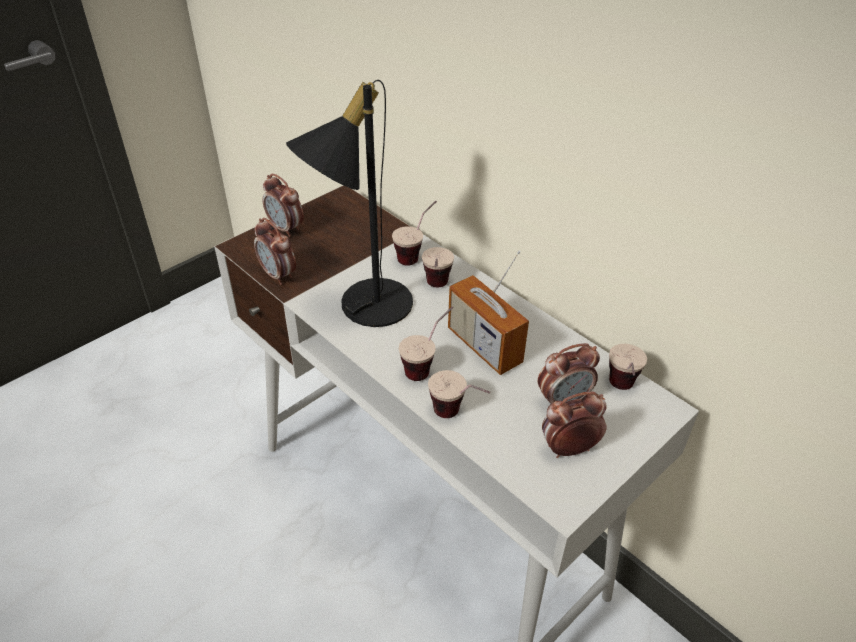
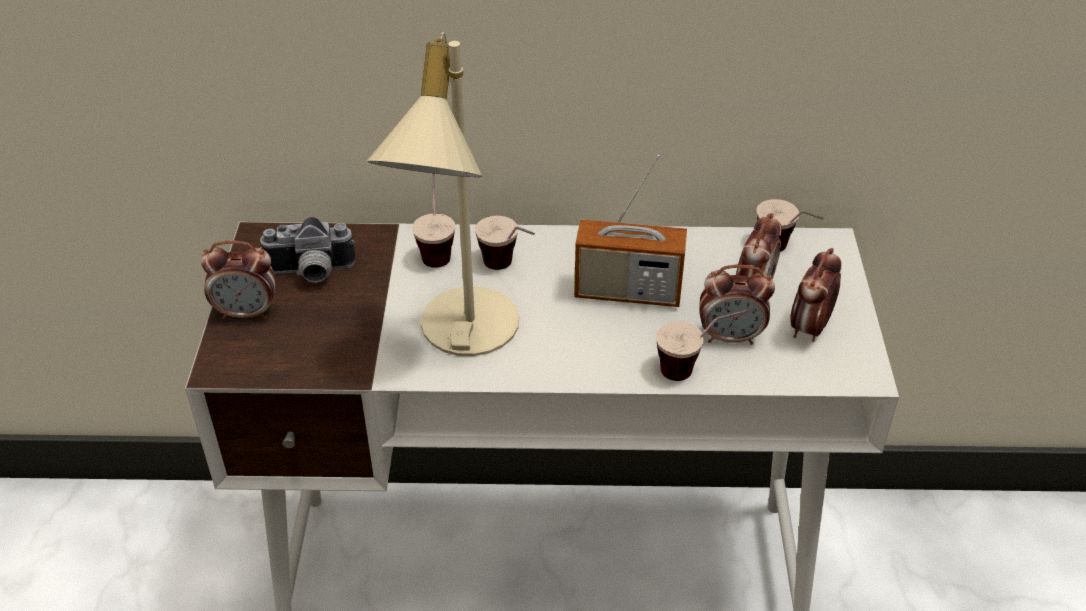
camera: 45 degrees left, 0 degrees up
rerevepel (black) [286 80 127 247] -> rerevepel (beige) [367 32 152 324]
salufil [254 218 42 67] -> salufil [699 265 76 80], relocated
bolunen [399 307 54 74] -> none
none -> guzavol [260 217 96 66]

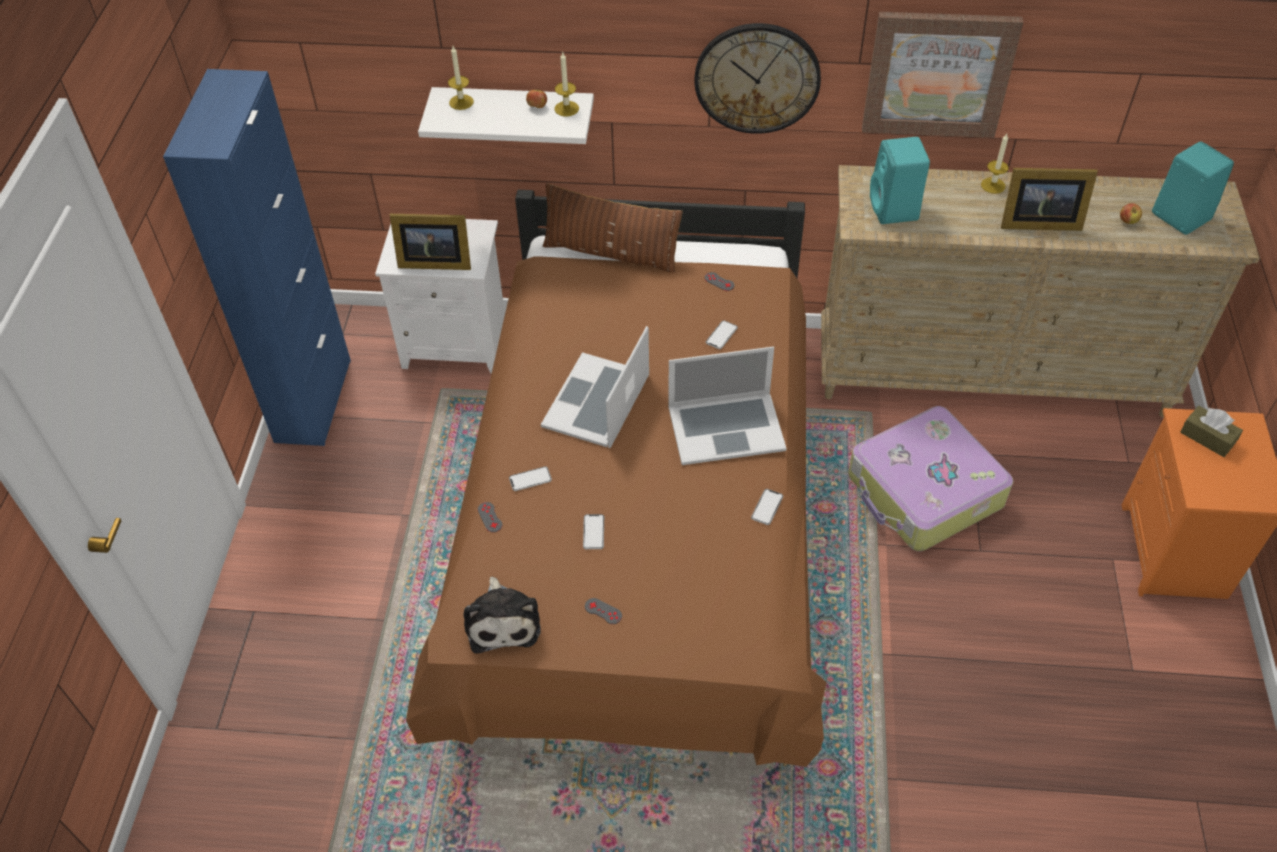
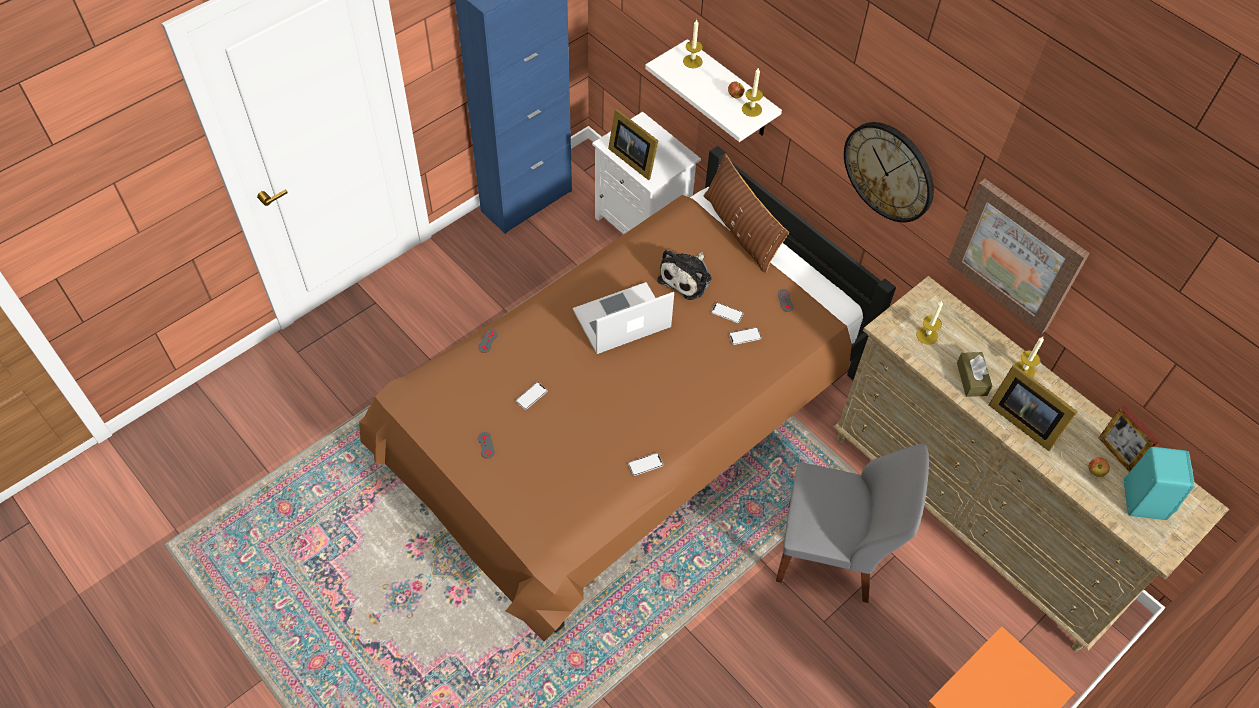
camera: 40 degrees right, 5 degrees up
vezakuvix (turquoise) [870 137 60 87] -> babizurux [916 301 27 44]
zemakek [668 346 119 119] -> none
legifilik [848 406 165 145] -> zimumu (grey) [776 444 153 159]
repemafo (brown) [1180 406 63 51] -> repemafo (brown) [957 352 35 45], relocated
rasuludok [509 466 43 25] -> rasuludok [711 302 33 21], relocated
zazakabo [463 577 78 77] -> zazakabo [657 249 55 51], relocated
none -> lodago [1099 405 60 67]

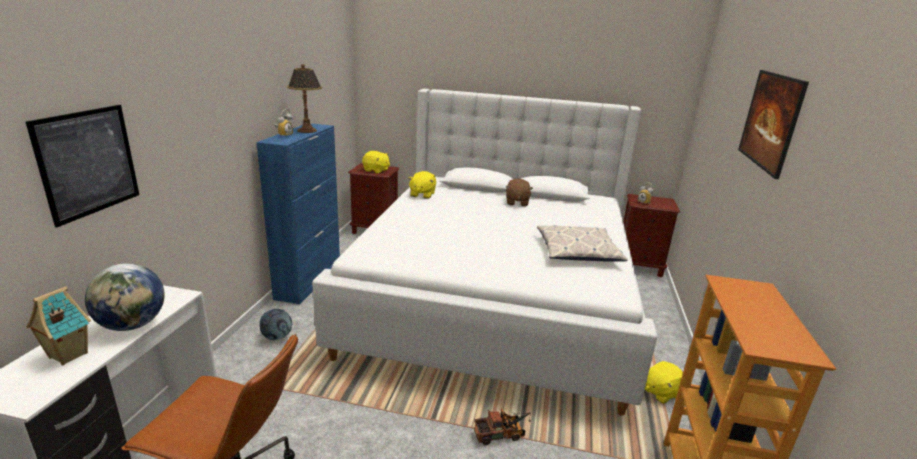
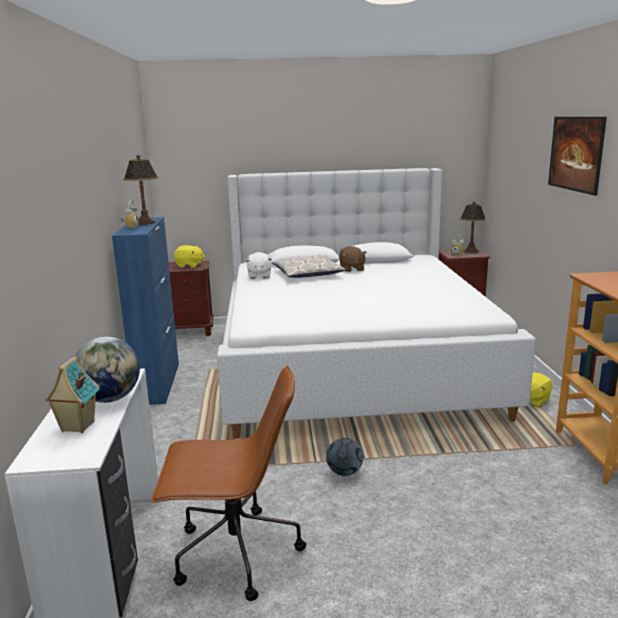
camera: 15 degrees left, 5 degrees down
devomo [26 105 113 122] -> none
zazakabo (yellow) [408 171 28 28] -> zazakabo (white) [245 252 27 27]
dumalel [537 225 91 37] -> dumalel [272 255 74 23], relocated
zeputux [260 309 32 31] -> zeputux [326 438 38 38], relocated
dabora [474 408 57 37] -> none
none -> rerevepel [460 201 26 52]

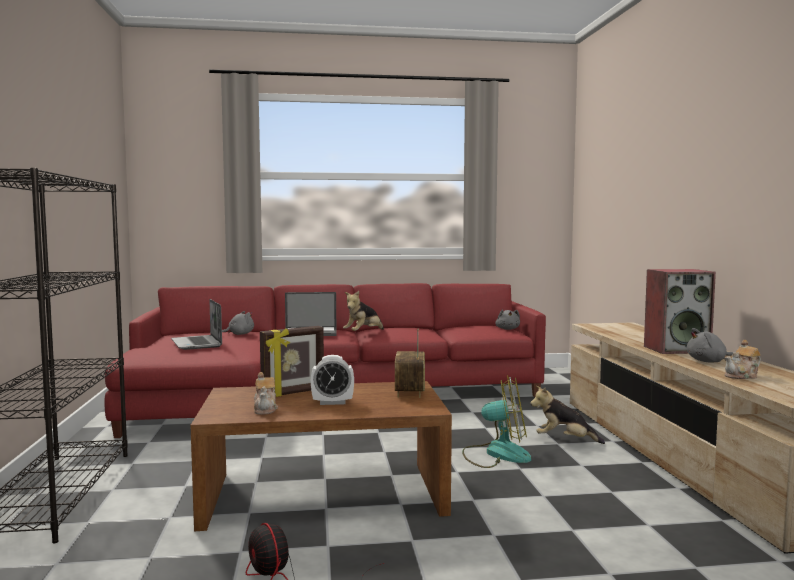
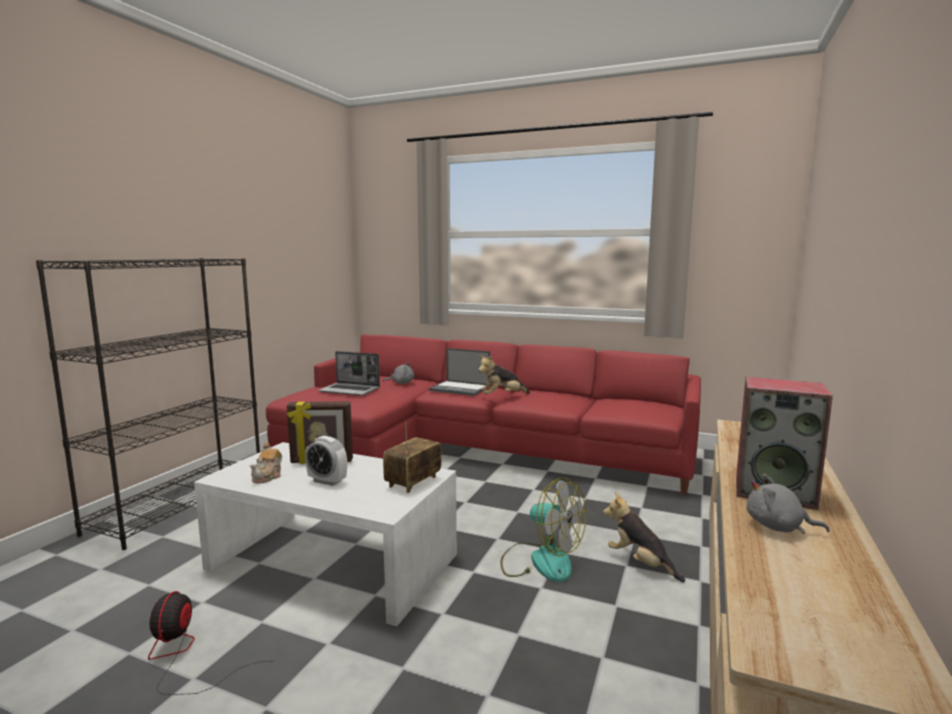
camera: 30 degrees right, 5 degrees up
zemakek [171 299 51 51] -> zemakek [318 351 62 45], 75 degrees counterclockwise
zazakabo (grey) [495 309 25 21] -> none
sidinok [725 340 36 39] -> none
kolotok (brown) [191 381 261 150] -> kolotok (white) [194 442 263 185]

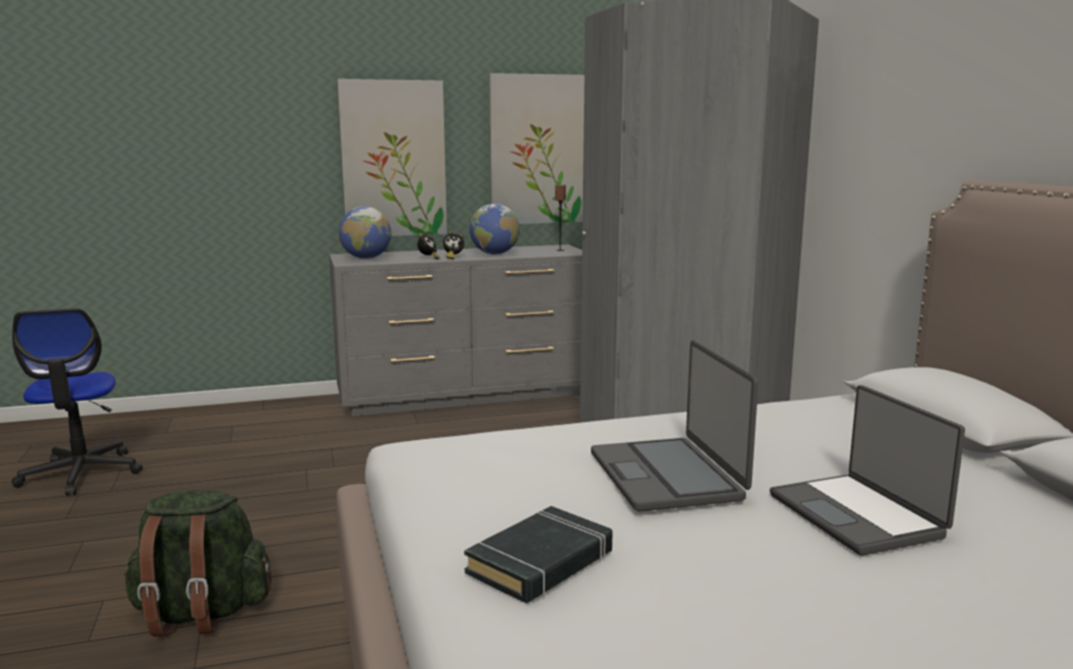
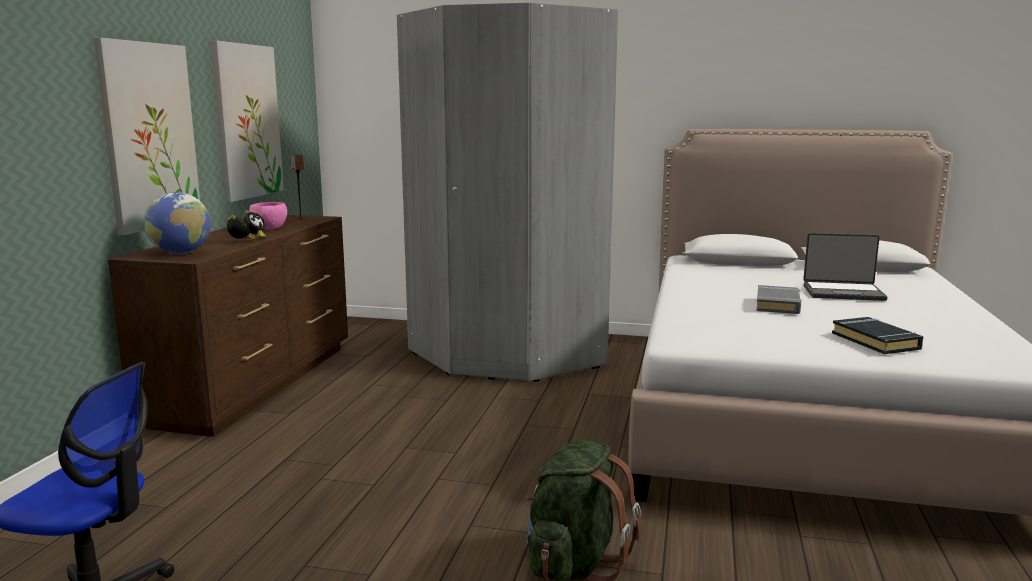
camera: 60 degrees left, 0 degrees up
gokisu [469 204 51 50] -> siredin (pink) [249 202 38 28]
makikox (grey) [329 245 253 171] -> makikox (brown) [108 215 240 222]
zemakek [591 340 167 171] -> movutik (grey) [757 285 45 29]

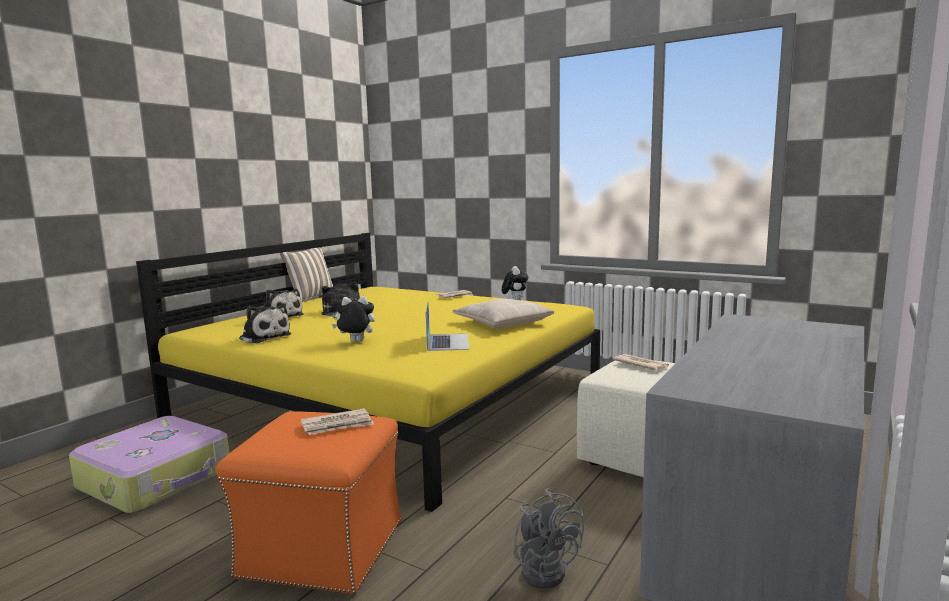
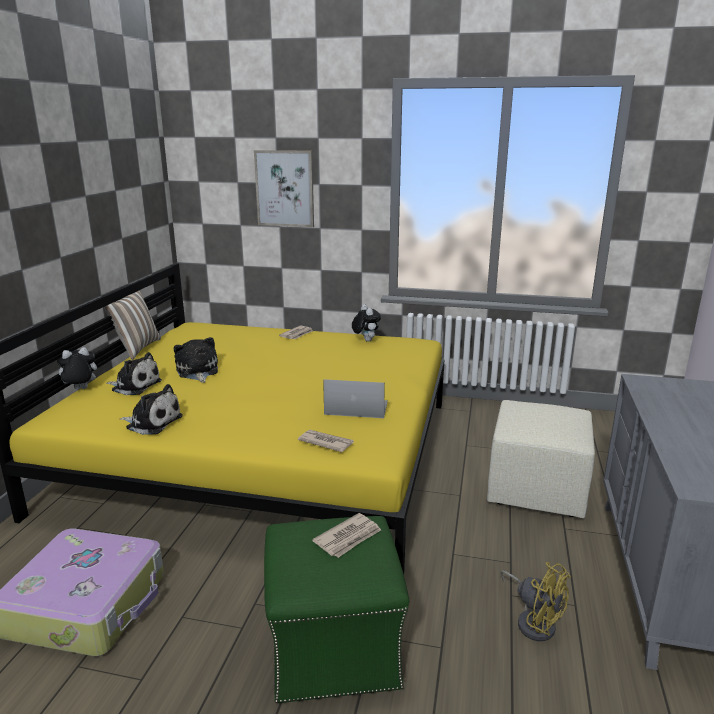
camera: 20 degrees left, 10 degrees up
zazakabo [332 296 43 46] -> zazakabo [57 347 40 43], relocated
dumalel (beige) [453 299 101 30] -> none
zemakek [426 302 43 49] -> zemakek [323 379 65 39], 60 degrees counterclockwise
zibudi [613 354 56 16] -> zibudi [298 429 56 23], relocated
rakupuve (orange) [215 411 186 184] -> rakupuve (green) [264 516 145 187]
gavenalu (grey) [513 488 71 101] -> gavenalu (yellow) [500 562 71 79]
none -> devomo [254 150 60 77]

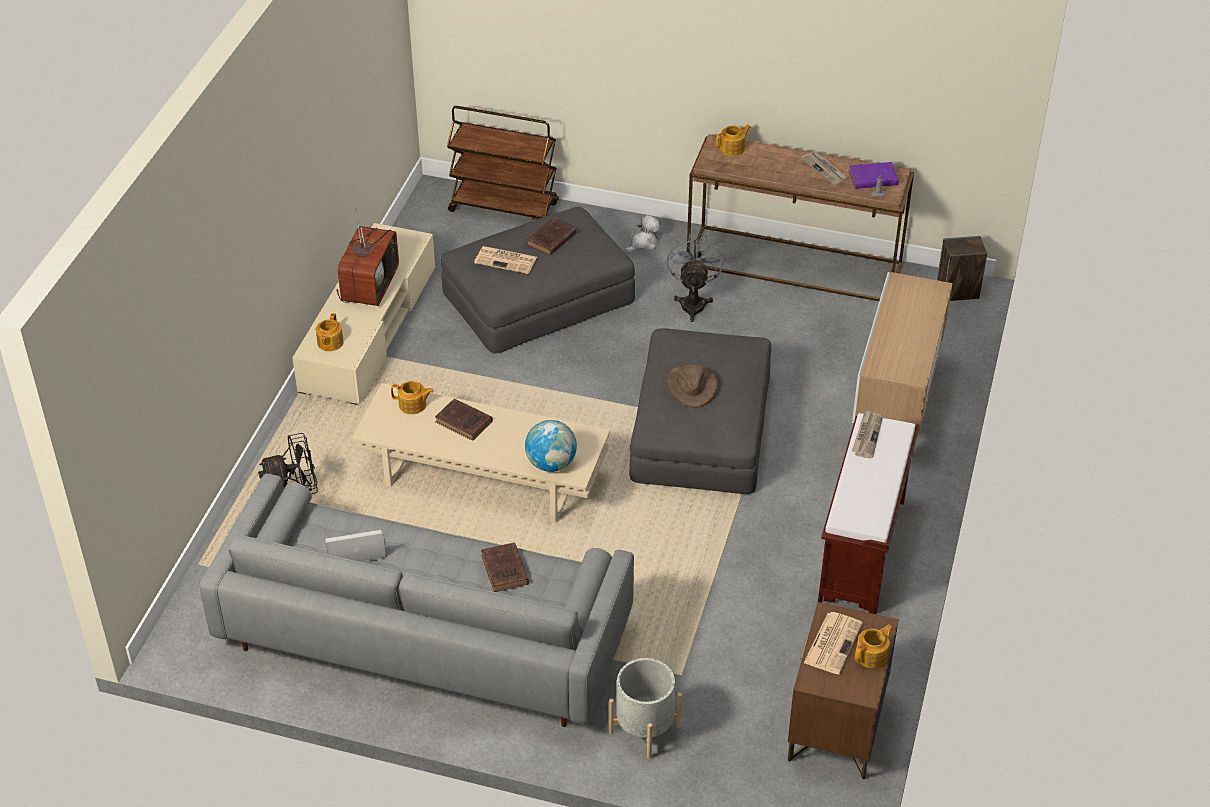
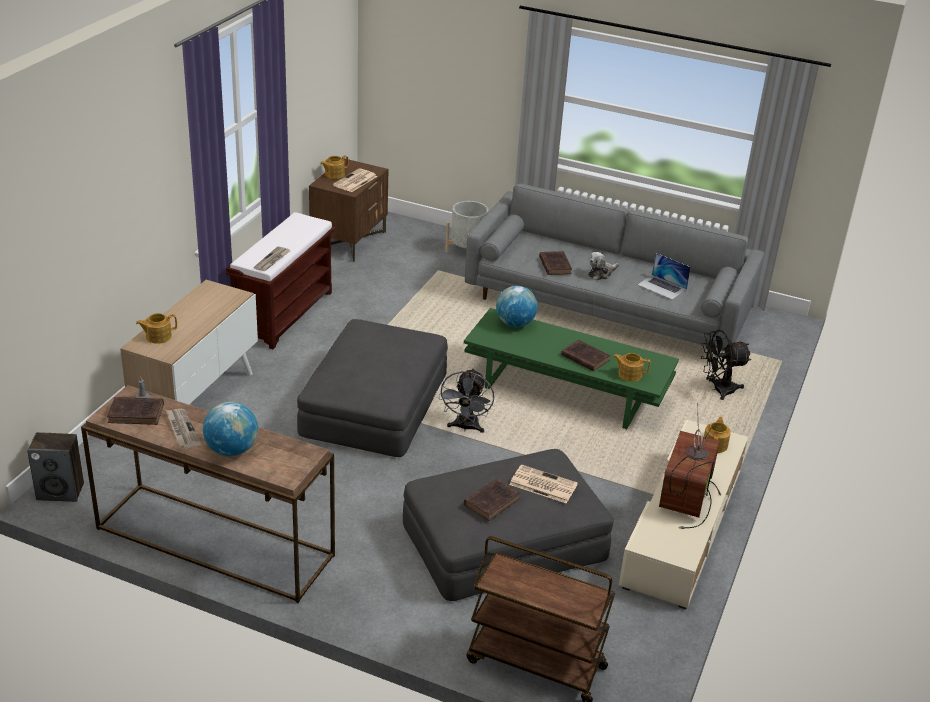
camera: 175 degrees left, 10 degrees down
sidinok [716 125 35 31] -> sidinok [136 313 41 31], relocated
movutik (purple) [849 162 49 27] -> movutik (brown) [107 397 57 28]
zazakabo [625 215 35 38] -> zazakabo [588 252 31 28], relocated
gavenalu (grey) [667 234 56 88] -> gavenalu (grey) [439 368 55 65], relocated
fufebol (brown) [665 364 53 44] -> none
kolotok (beige) [351 383 259 140] -> kolotok (green) [464 308 215 121]
zemakek [325 530 61 32] -> zemakek [638 253 53 47], 45 degrees clockwise
none -> gokisu [203 402 55 54]

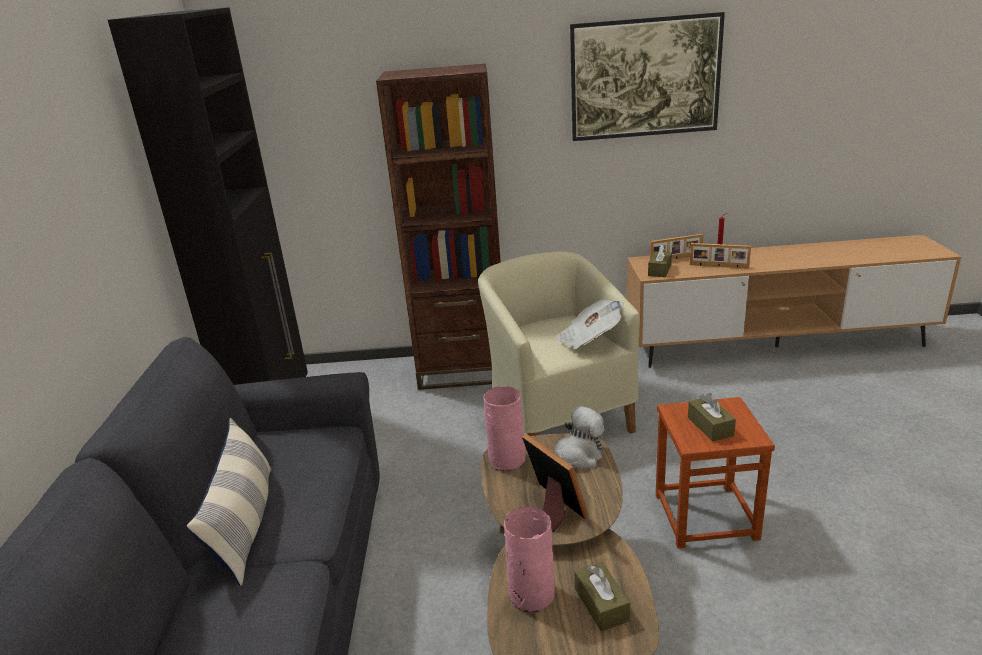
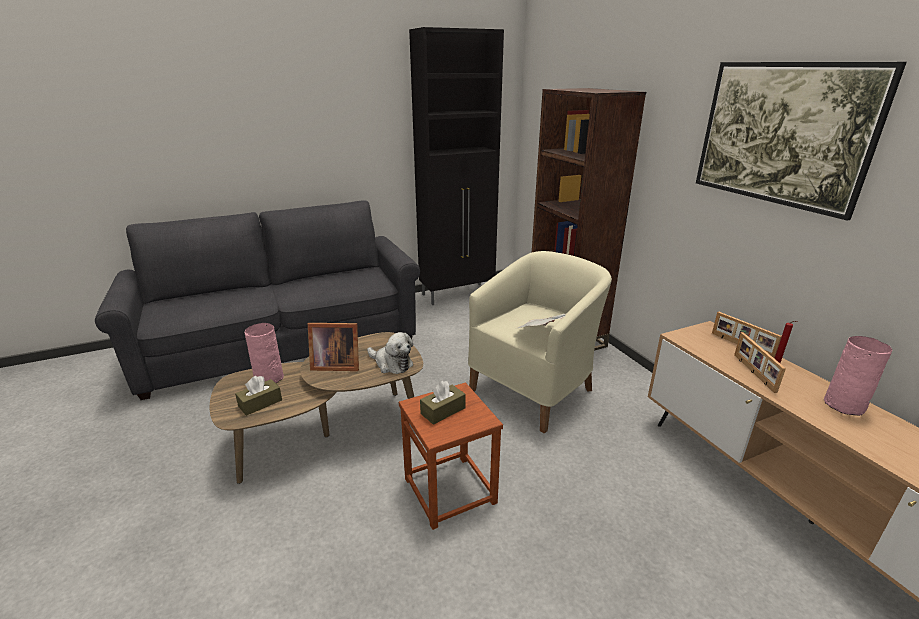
camera: 65 degrees right, 0 degrees up
repemafo (brown) [648 244 24 33] -> none
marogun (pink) [483 387 43 84] -> marogun (pink) [824 336 68 80], relocated
dumalel [186 418 86 168] -> none
lodago [522 433 67 99] -> lodago [308 323 51 48], 60 degrees clockwise

